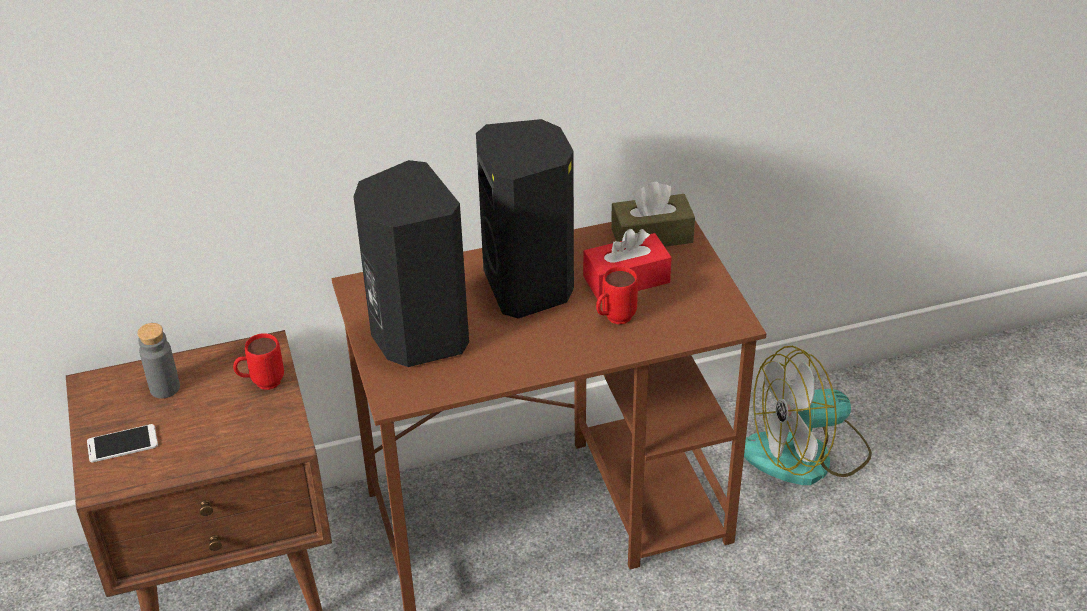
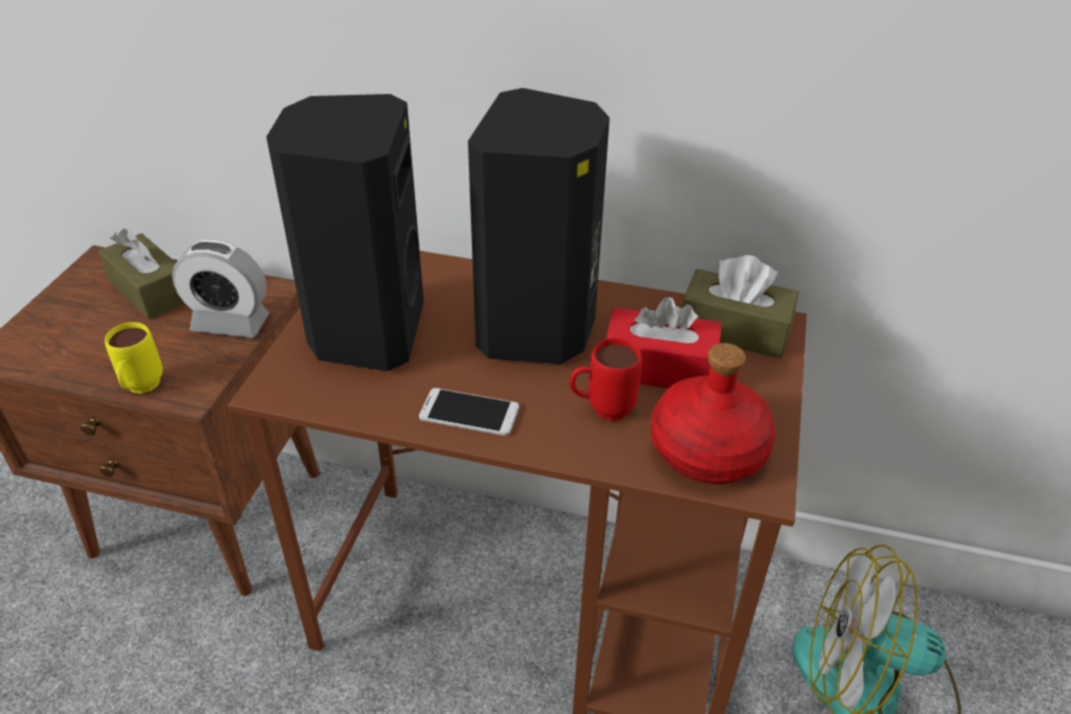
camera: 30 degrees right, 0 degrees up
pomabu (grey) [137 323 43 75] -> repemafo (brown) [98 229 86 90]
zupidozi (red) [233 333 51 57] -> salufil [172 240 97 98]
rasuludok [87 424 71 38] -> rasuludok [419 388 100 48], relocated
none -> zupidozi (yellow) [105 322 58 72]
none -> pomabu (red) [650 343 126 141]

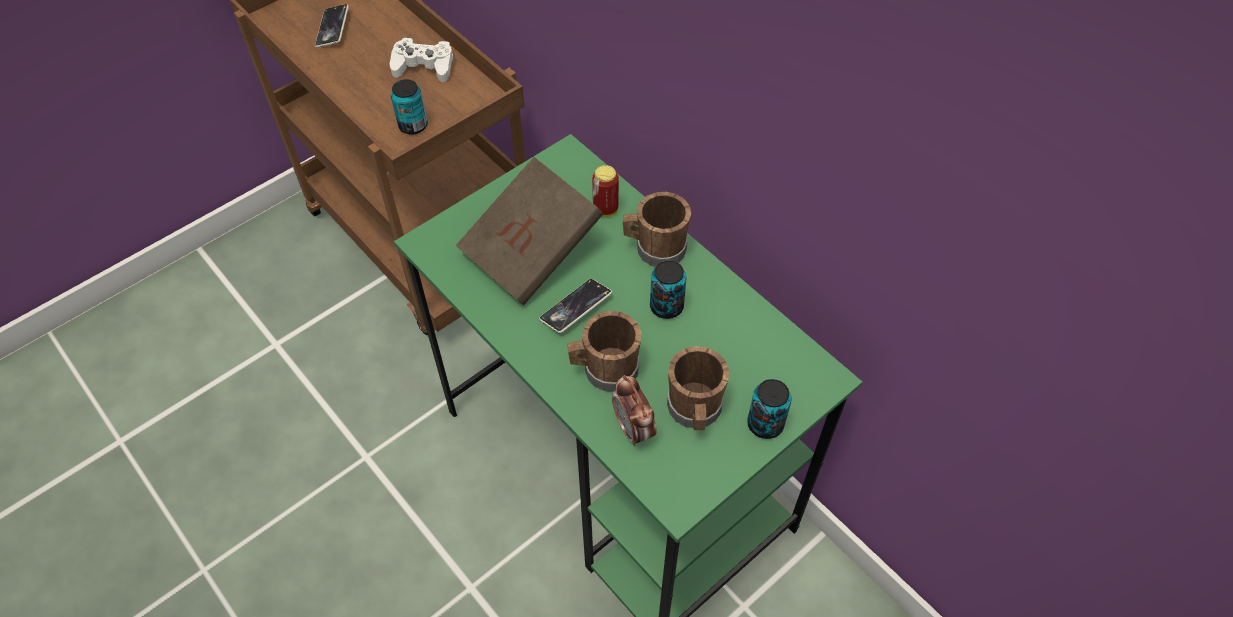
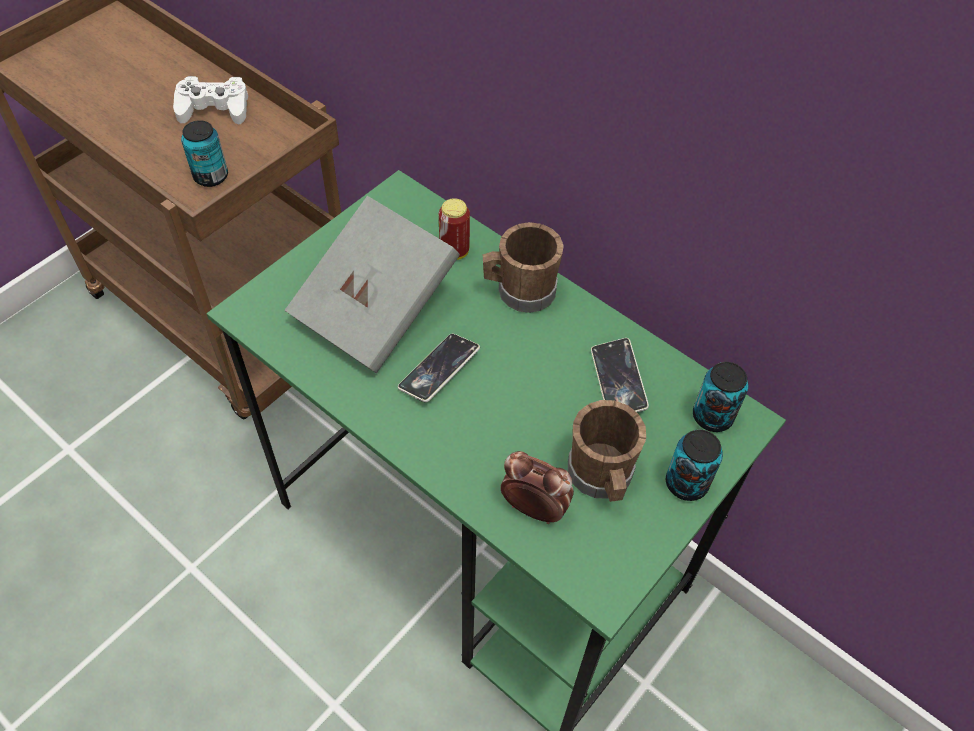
camera: 10 degrees left, 0 degrees up
rasuludok [315 4 34 44] -> rasuludok [591 338 58 74], relocated
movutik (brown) [456 157 147 148] -> movutik (grey) [285 196 175 177]
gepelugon [650 260 37 59] -> gepelugon [693 362 56 70], relocated
zupidozi (brown) [567 311 75 81] -> none
salufil [612 375 44 71] -> salufil [500 451 74 73], 150 degrees clockwise

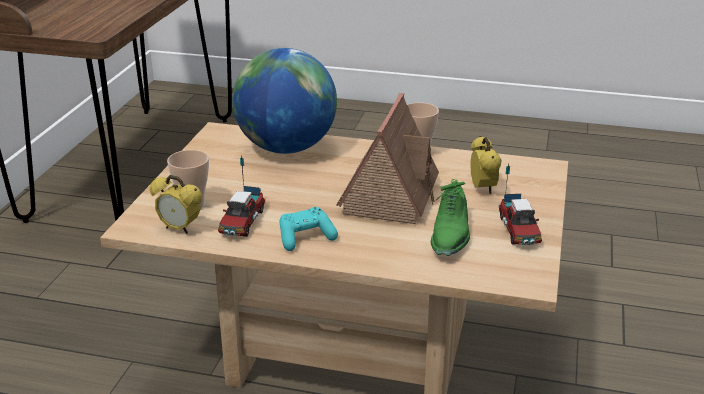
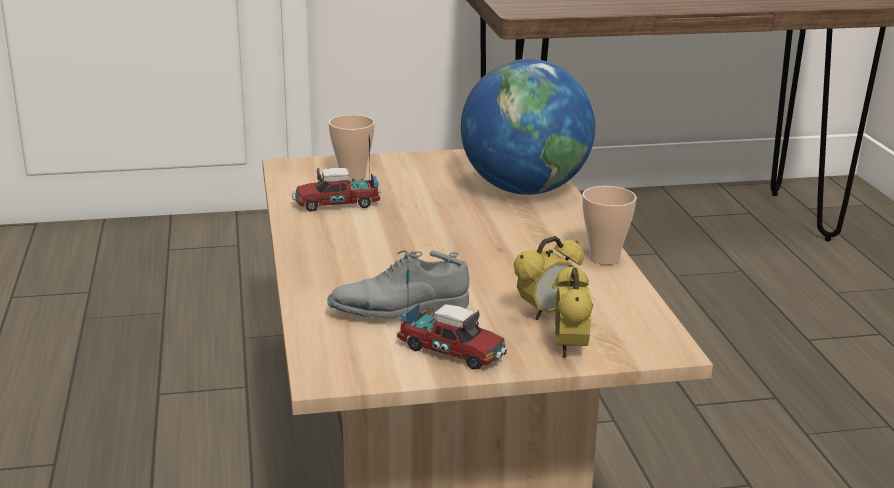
camera: 65 degrees right, 5 degrees down
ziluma [336 93 103 131] -> none
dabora [499 163 43 82] -> dabora [397 266 110 104], 120 degrees counterclockwise
salufil [150 175 52 59] -> salufil [555 265 39 93], relocated
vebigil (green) [431 179 39 77] -> vebigil (grey) [327 250 143 68]
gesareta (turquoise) [280 207 58 44] -> none

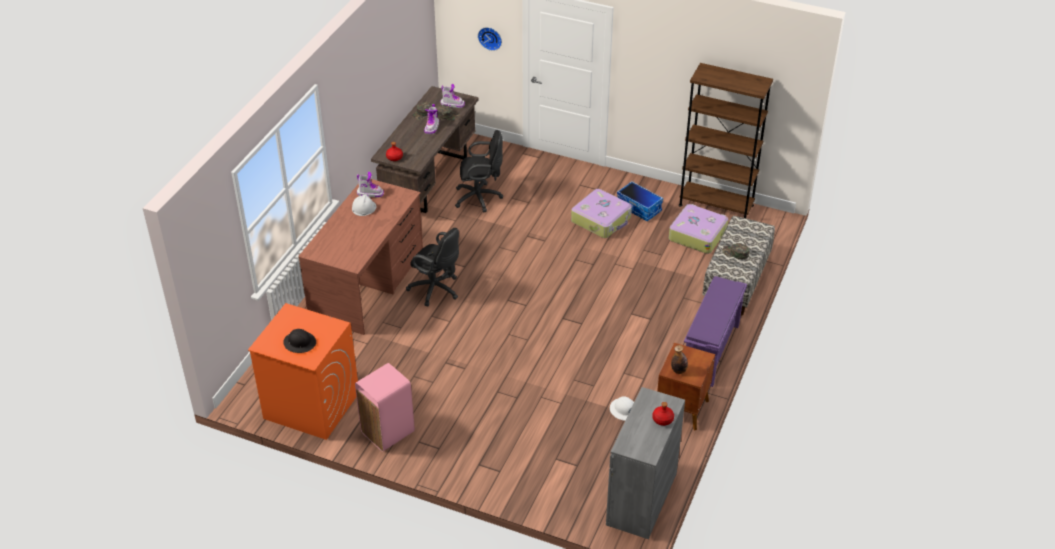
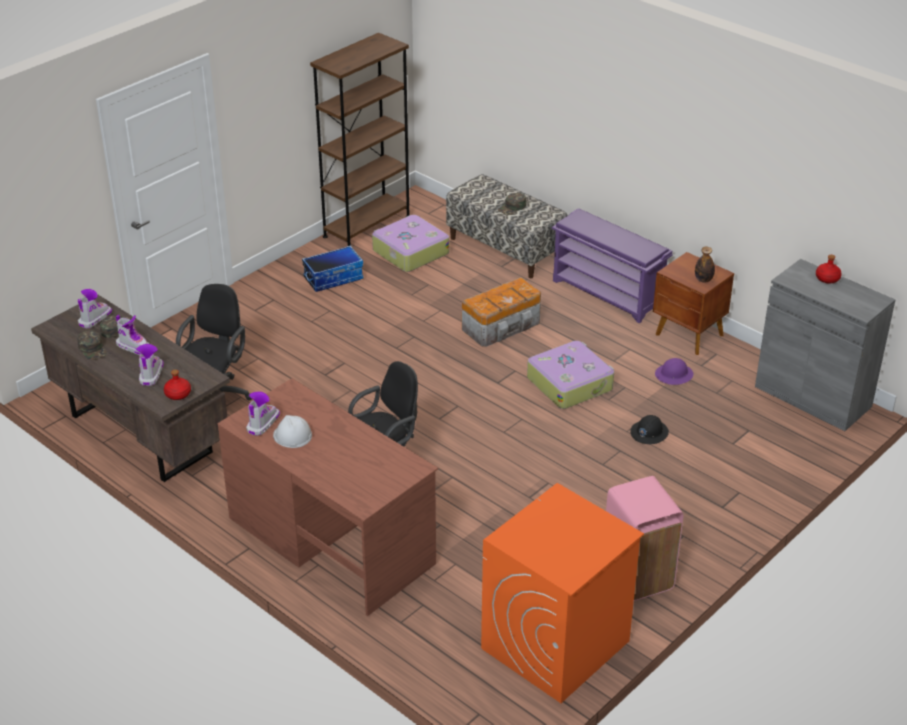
camera: 70 degrees left, 5 degrees down
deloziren [478 27 24 24] -> none
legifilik [571 189 61 49] -> legifilik [527 341 87 68], relocated
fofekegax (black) [283 329 33 24] -> fofekegax (black) [630 415 39 29], relocated
fofekegax (white) [610 396 24 25] -> fofekegax (purple) [655 358 38 27]
none -> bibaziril [462 277 79 70]
none -> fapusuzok [136 344 28 42]

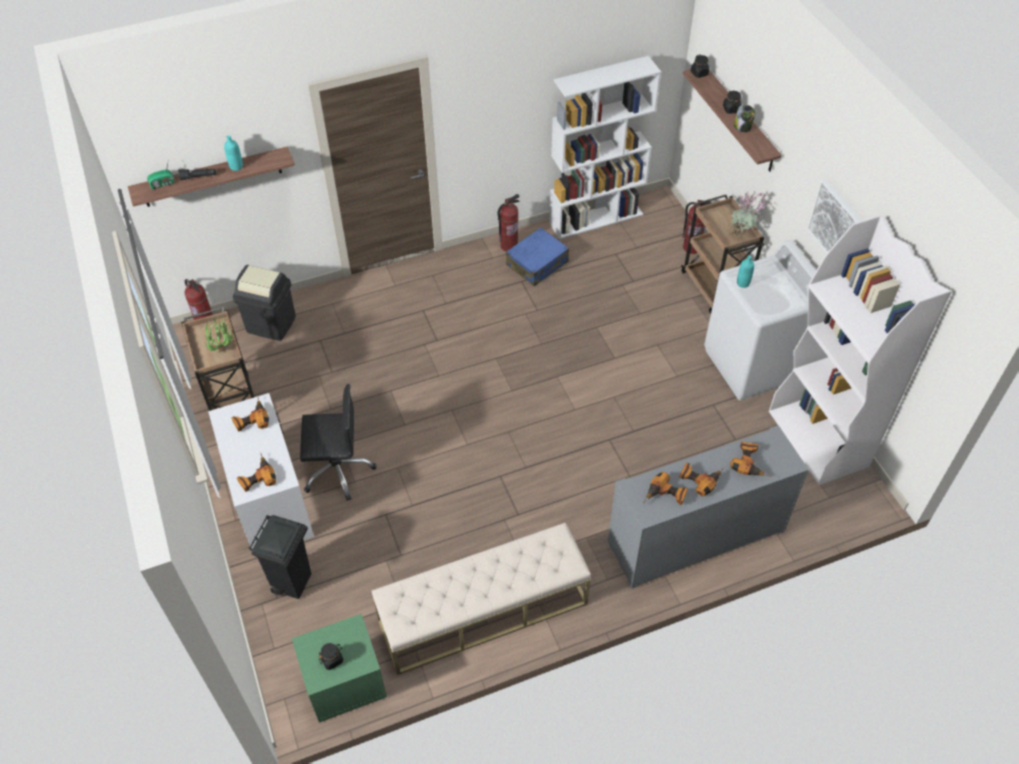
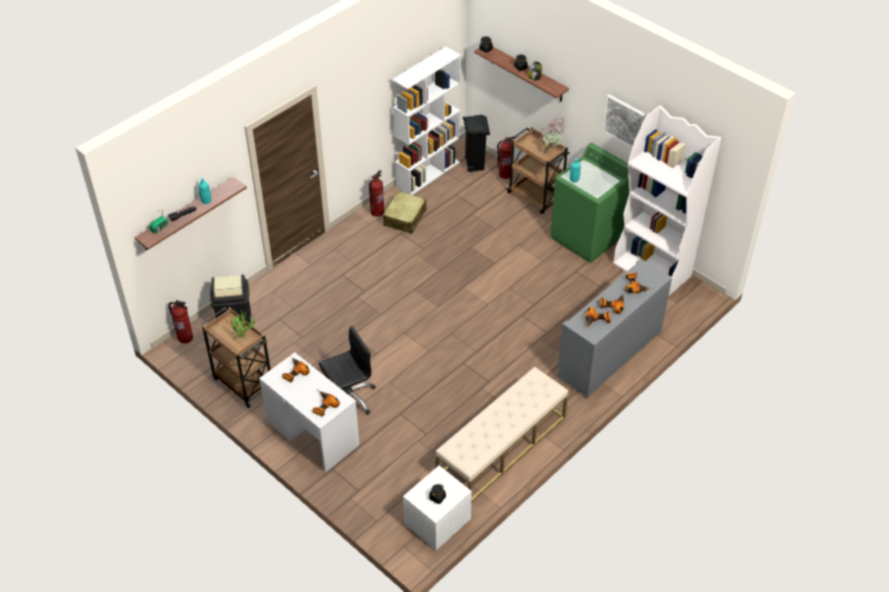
camera: 25 degrees left, 5 degrees down
legifilik (blue) [506 227 63 59] -> legifilik (beige) [383 191 43 43]
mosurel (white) [704 240 112 160] -> mosurel (green) [550 143 79 120]
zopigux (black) [248 515 63 84] -> zopigux (black) [463 115 27 57], relocated
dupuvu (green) [292 614 95 109] -> dupuvu (white) [403 465 69 85]

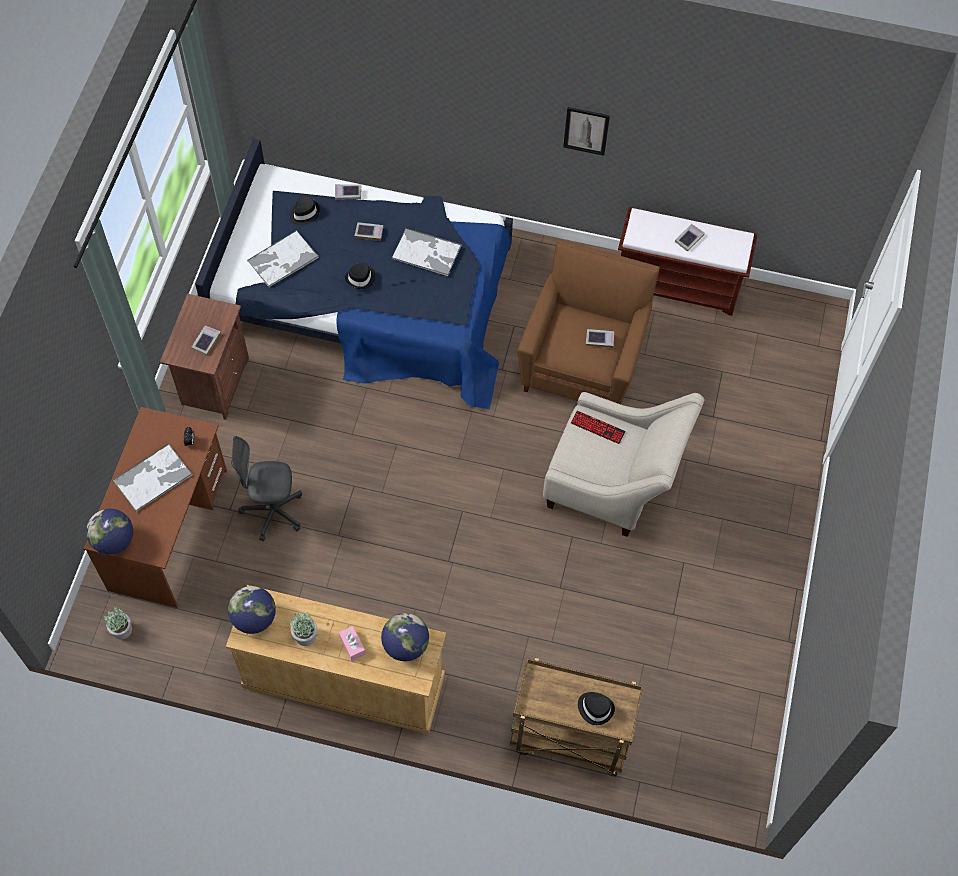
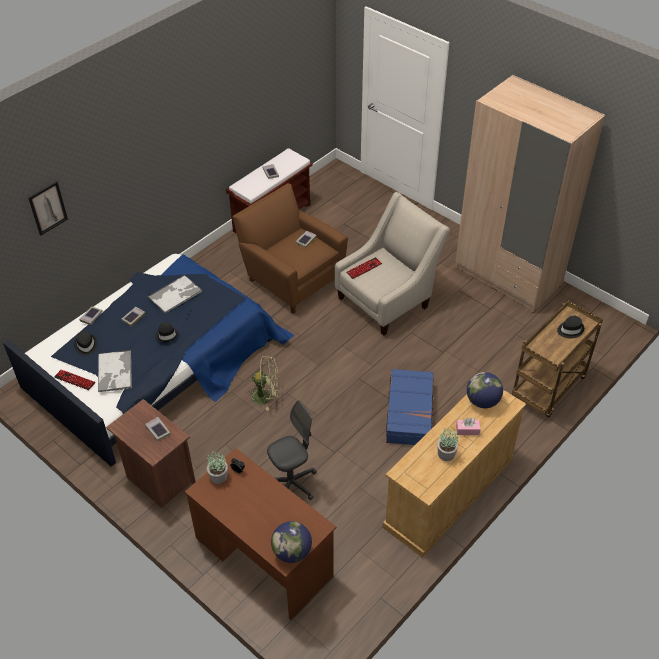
camera: 60 degrees left, 15 degrees down
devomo [563 107 47 49] -> devomo [28 181 40 55], relocated
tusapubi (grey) [231 436 71 105] -> tusapubi (grey) [267 400 50 100], 150 degrees counterclockwise
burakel [112 443 81 69] -> none
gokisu [228 586 48 48] -> none
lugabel [104 606 28 34] -> lugabel [207 449 21 35], relocated
none -> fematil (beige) [455 75 150 238]
none -> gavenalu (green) [246 356 33 55]
none -> legifilik (blue) [386 369 50 76]
none -> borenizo [54 370 42 20]

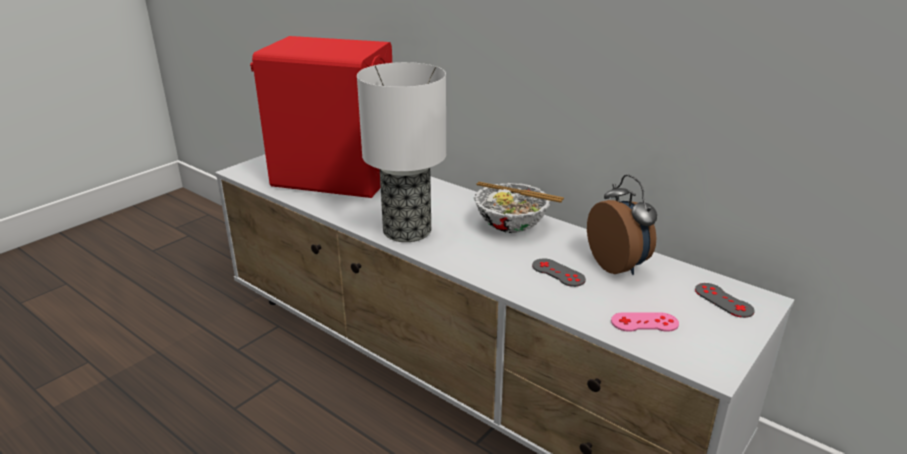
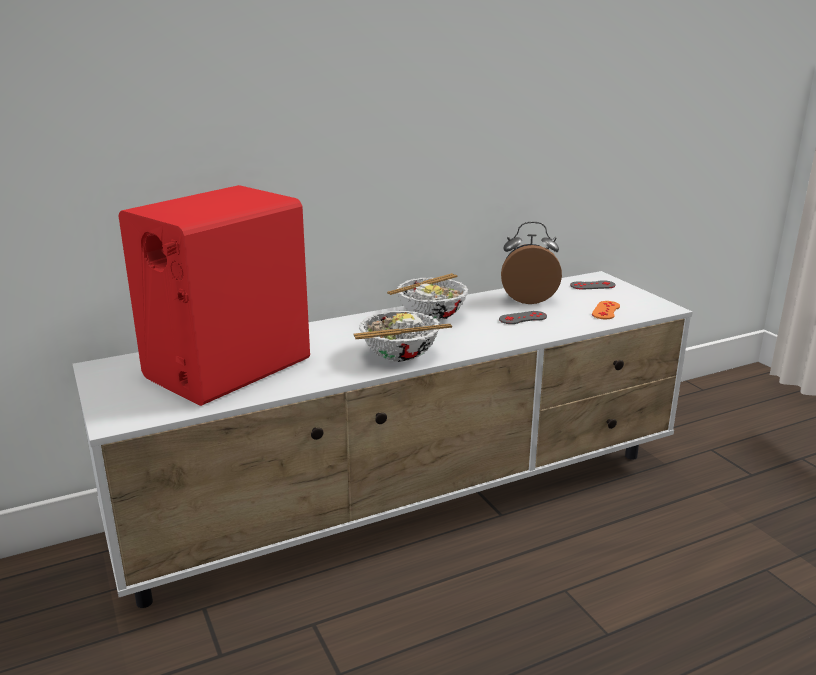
camera: 65 degrees left, 5 degrees down
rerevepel [357 62 89 180] -> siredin [354 310 98 52]
gesareta (pink) [611 312 68 20] -> gesareta (orange) [592 301 28 18]

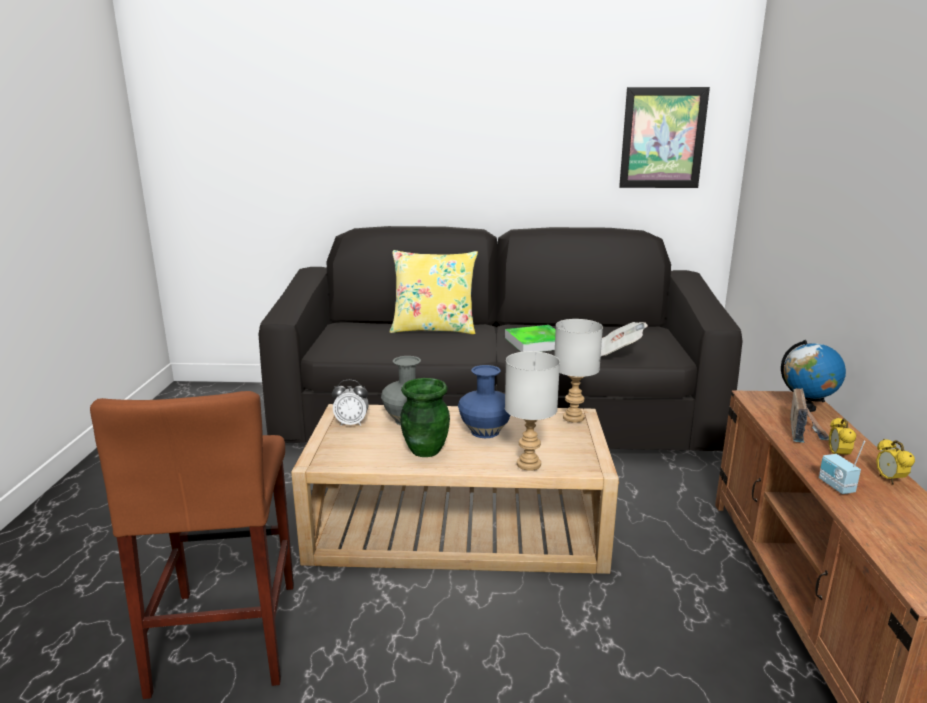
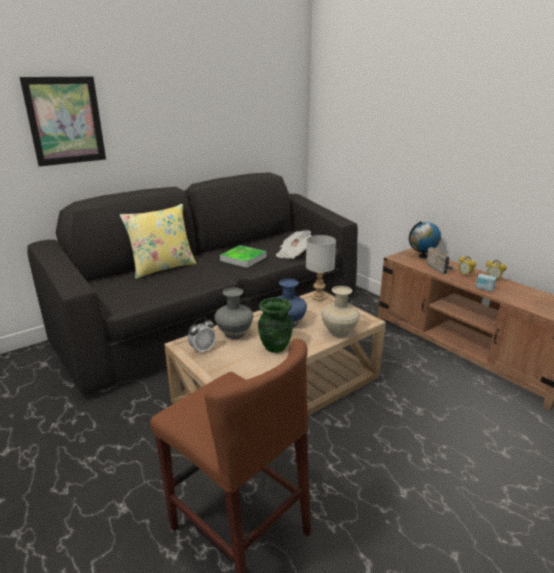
camera: 40 degrees left, 5 degrees up
devomo [619 87 91 101] -> devomo [19 77 87 89], relocated
rerevepel (grey) [505 351 55 120] -> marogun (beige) [321 286 39 51]

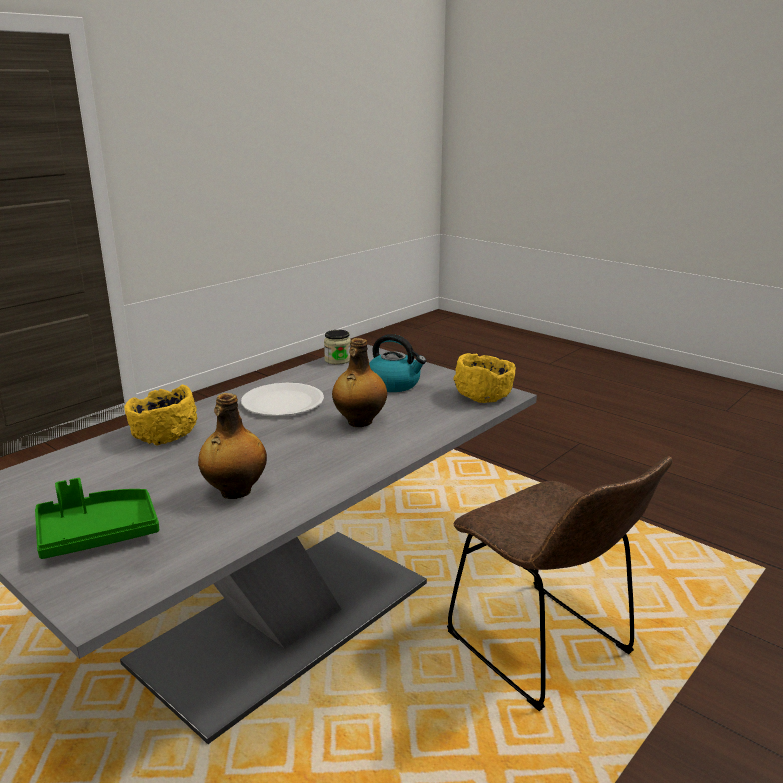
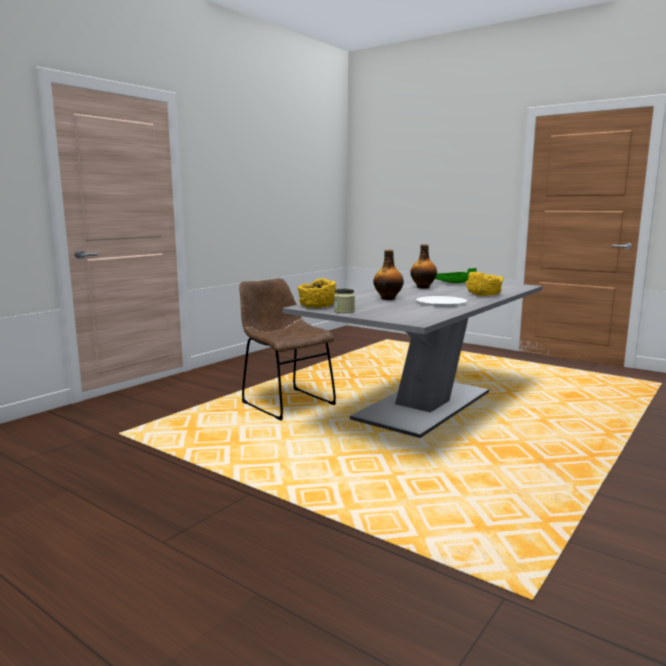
camera: 175 degrees right, 10 degrees down
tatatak [324 330 27 35] -> tatatak [334 289 21 24], relocated
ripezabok [369 334 57 58] -> none

